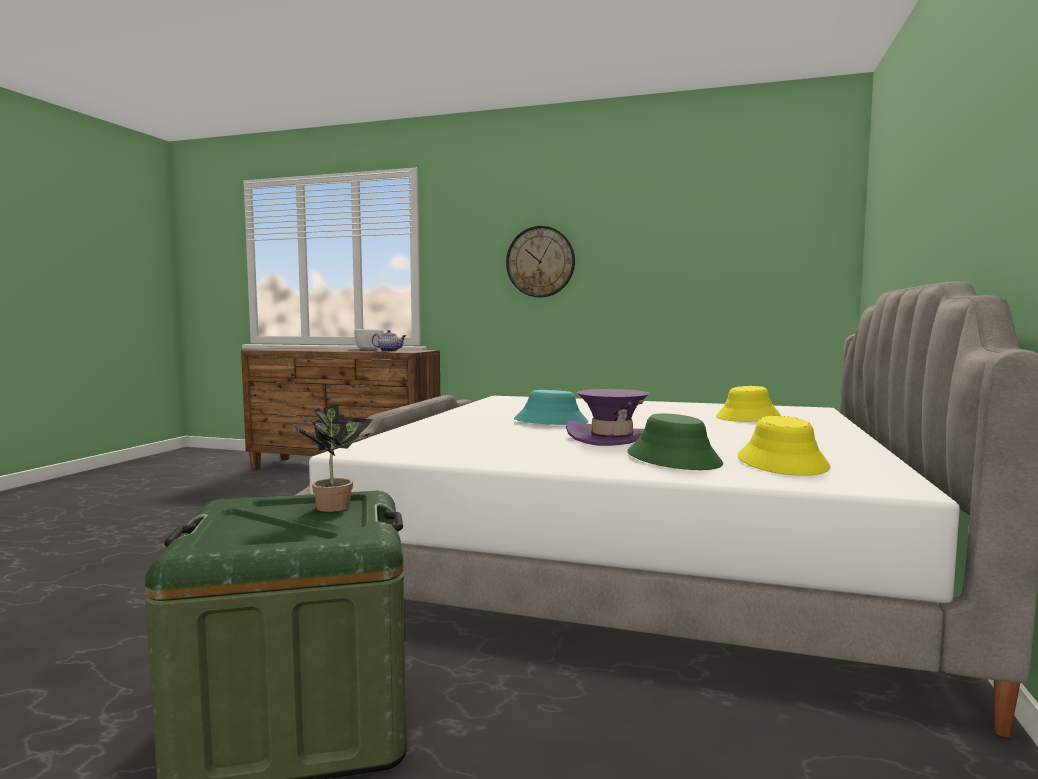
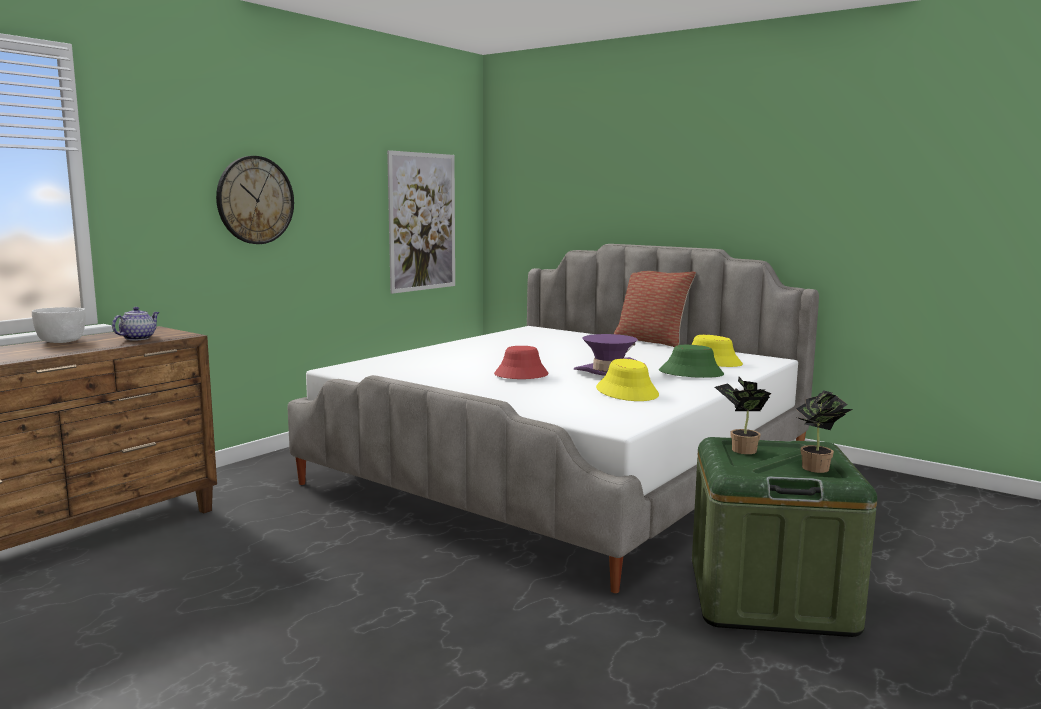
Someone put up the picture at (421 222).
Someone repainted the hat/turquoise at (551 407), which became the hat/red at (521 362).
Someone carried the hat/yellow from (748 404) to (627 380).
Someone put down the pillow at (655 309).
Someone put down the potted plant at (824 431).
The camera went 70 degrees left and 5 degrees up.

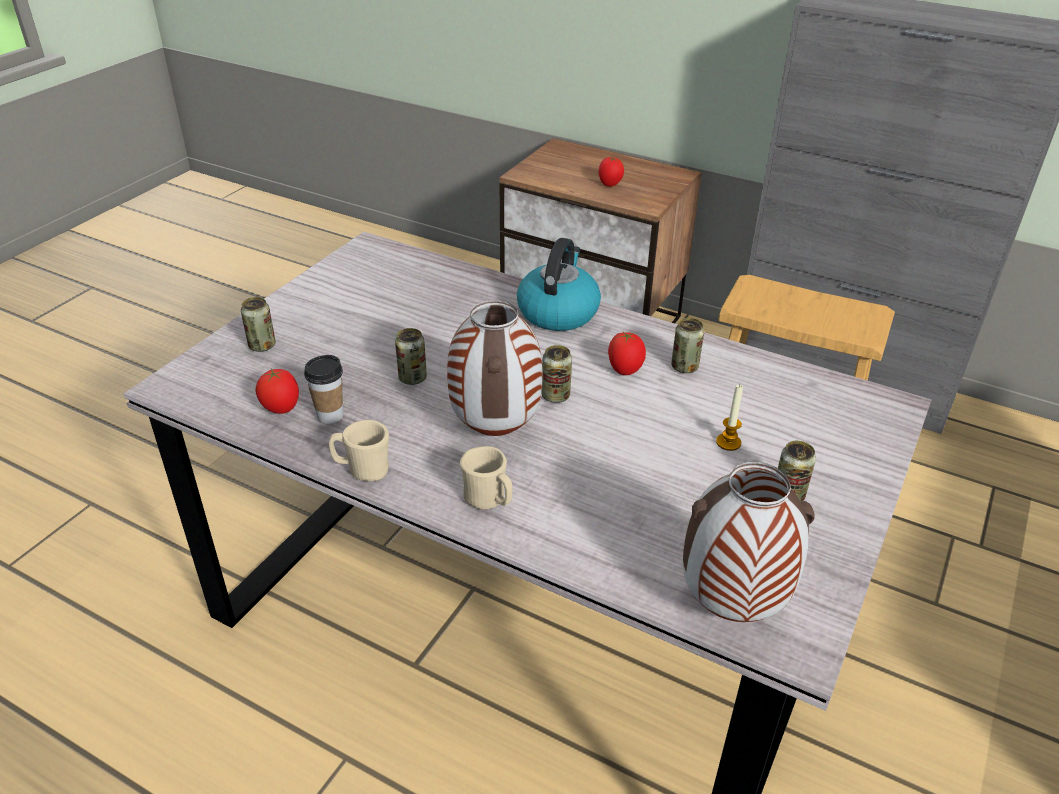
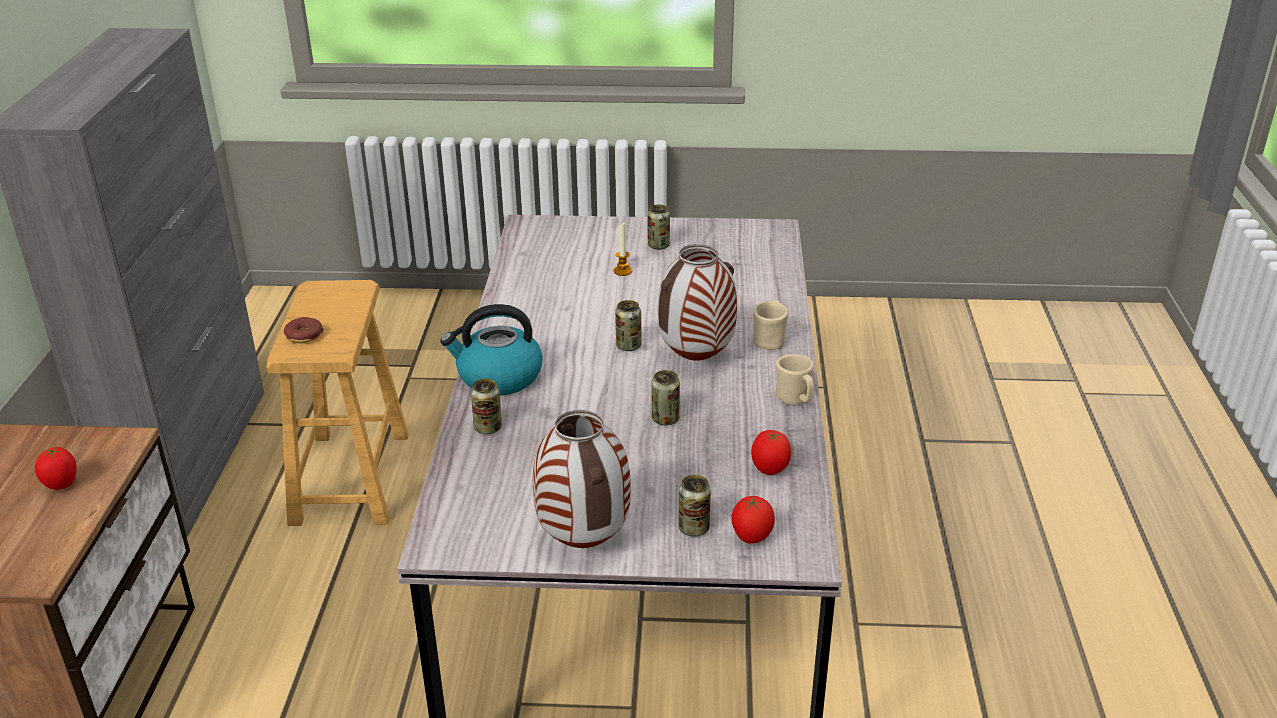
Someone put down the donut at (303 330).
Someone carried the can from (687 345) to (486 406).
Someone carried the vase from (749 542) to (582 479).
Someone carried the tomato from (627 353) to (753 520).
Someone took away the cup at (323 389).
The camera went 115 degrees left and 5 degrees down.

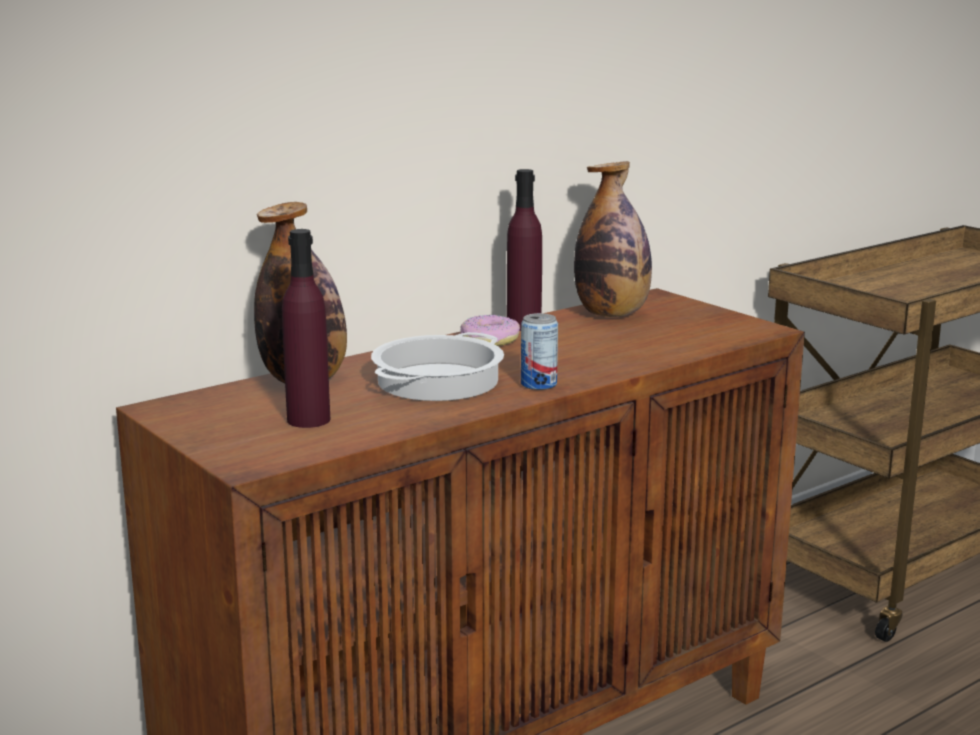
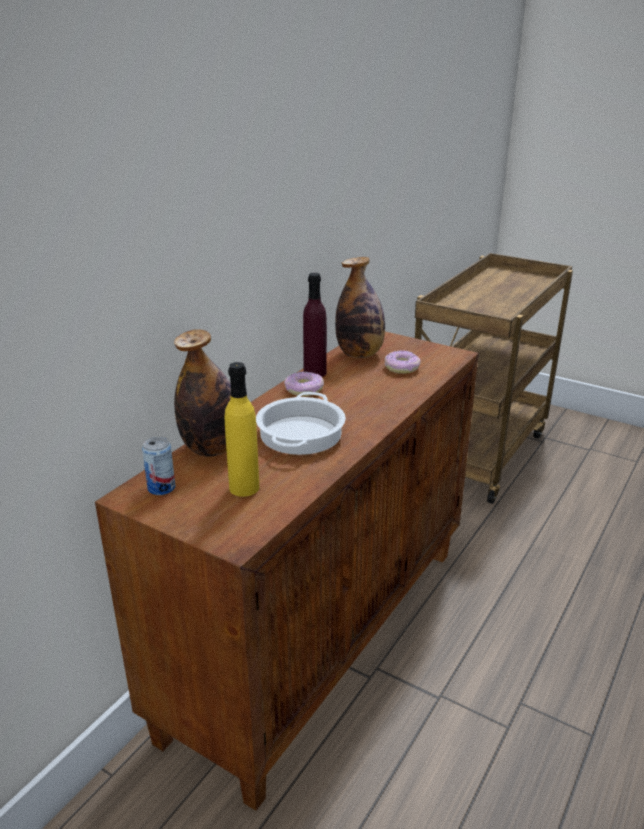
Someone carried the can from (539 351) to (158 466).
Someone repainted the bottle/purple at (306 328), which became the bottle/yellow at (241 429).
Someone put down the donut at (402 362).
The camera went 20 degrees left and 10 degrees up.

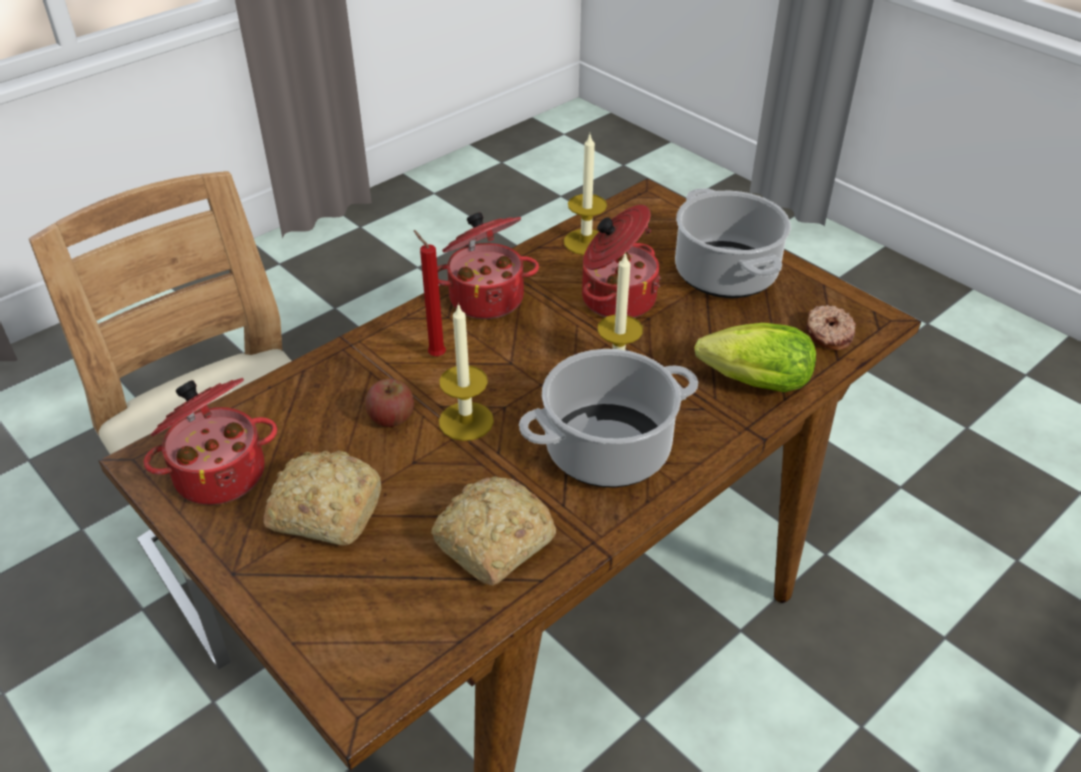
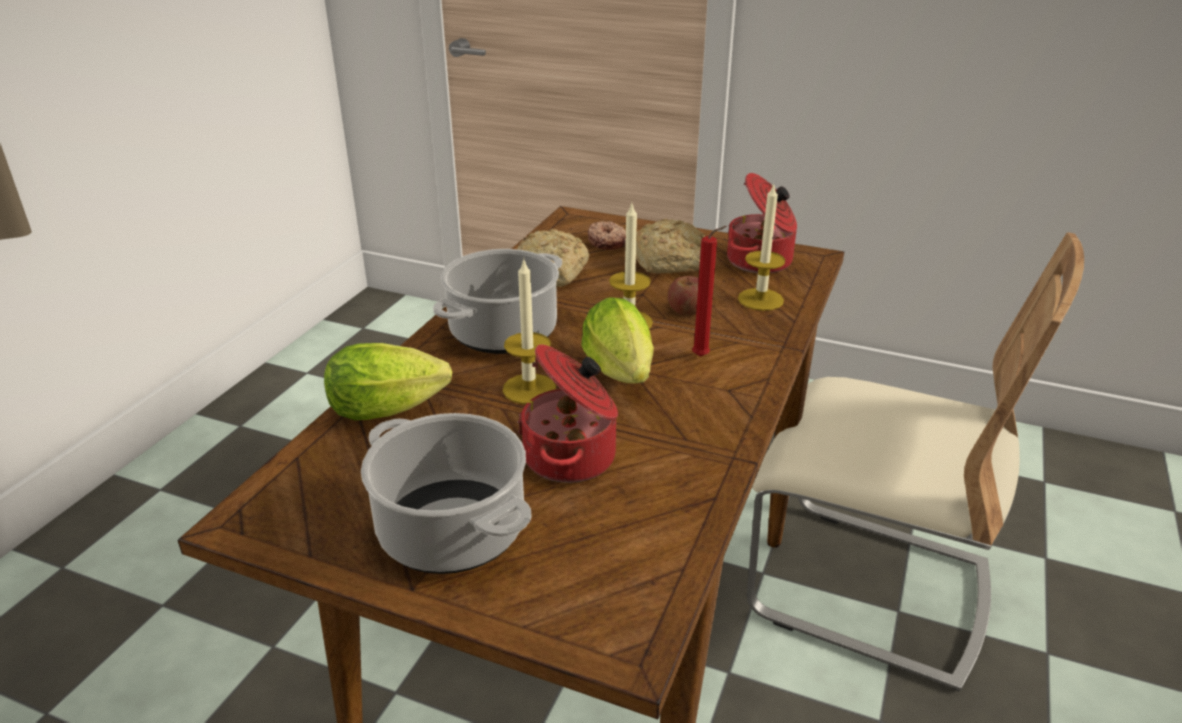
Someone put down the lettuce at (617 340).
Someone carried the donut from (831 327) to (607 235).
Someone carried the candle from (585 194) to (761 247).
Someone took away the cooking pot at (488 265).
The camera went 155 degrees right and 10 degrees down.

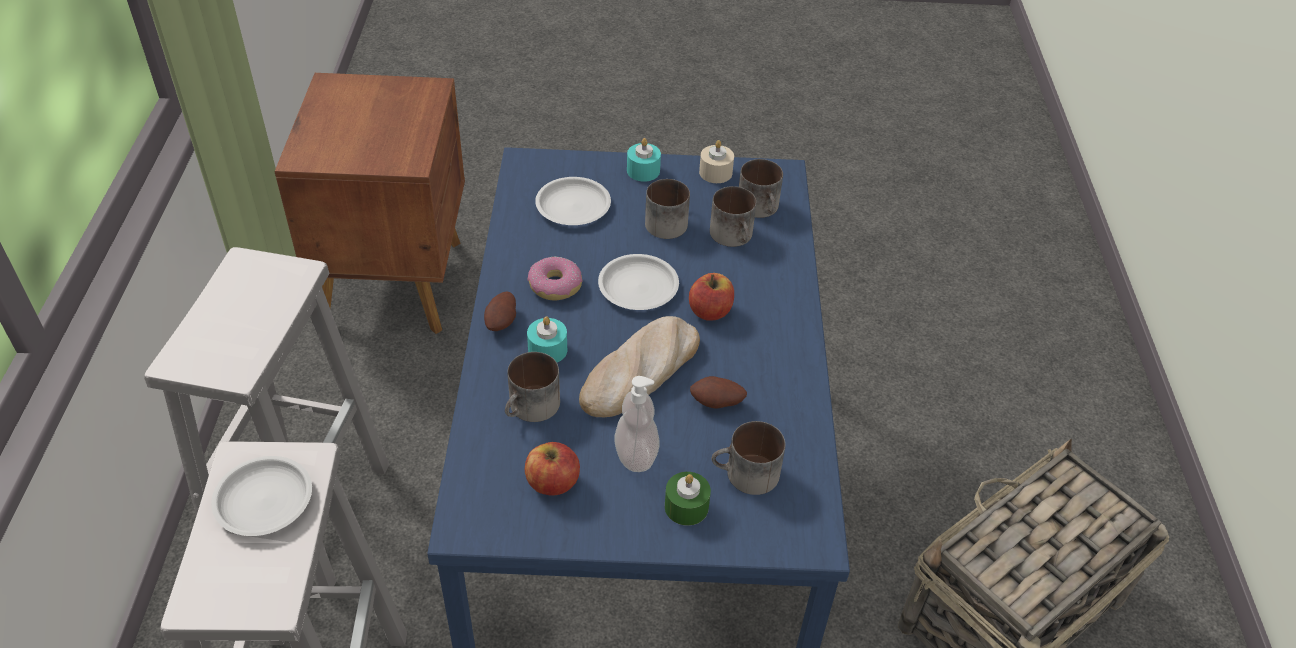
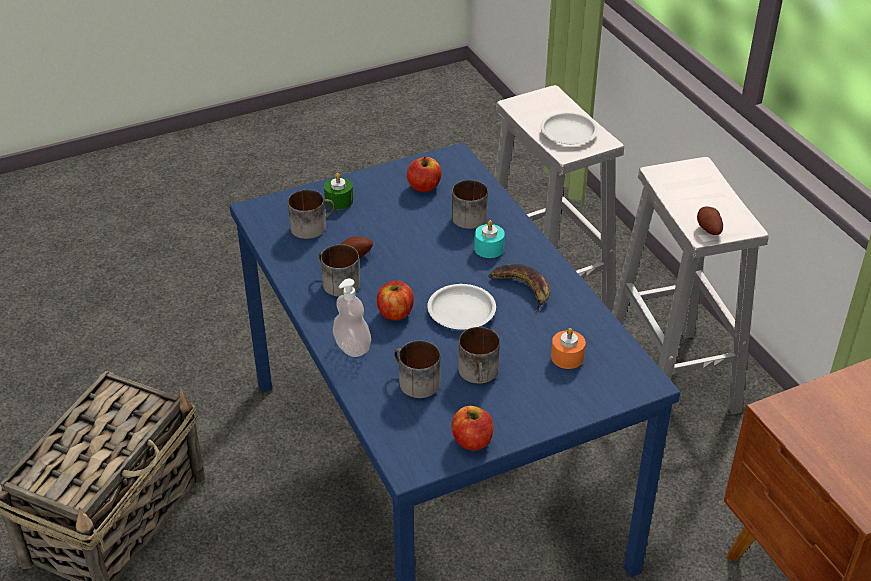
Someone carried the mug from (761 188) to (339 270).
Someone carried the soap dispenser from (636 424) to (352 318).
Someone swapped the candle/beige at (716 161) for the apple at (472 428).
Someone swapped the donut at (555 278) for the banana at (519 289).
Someone swapped the plate/white at (573 201) for the candle/orange at (568 348).
Someone carried the potato from (500 311) to (710 220).
Someone took away the bread at (639 366).
Someone took away the candle/turquoise at (644 160).
The camera went 155 degrees right and 5 degrees down.

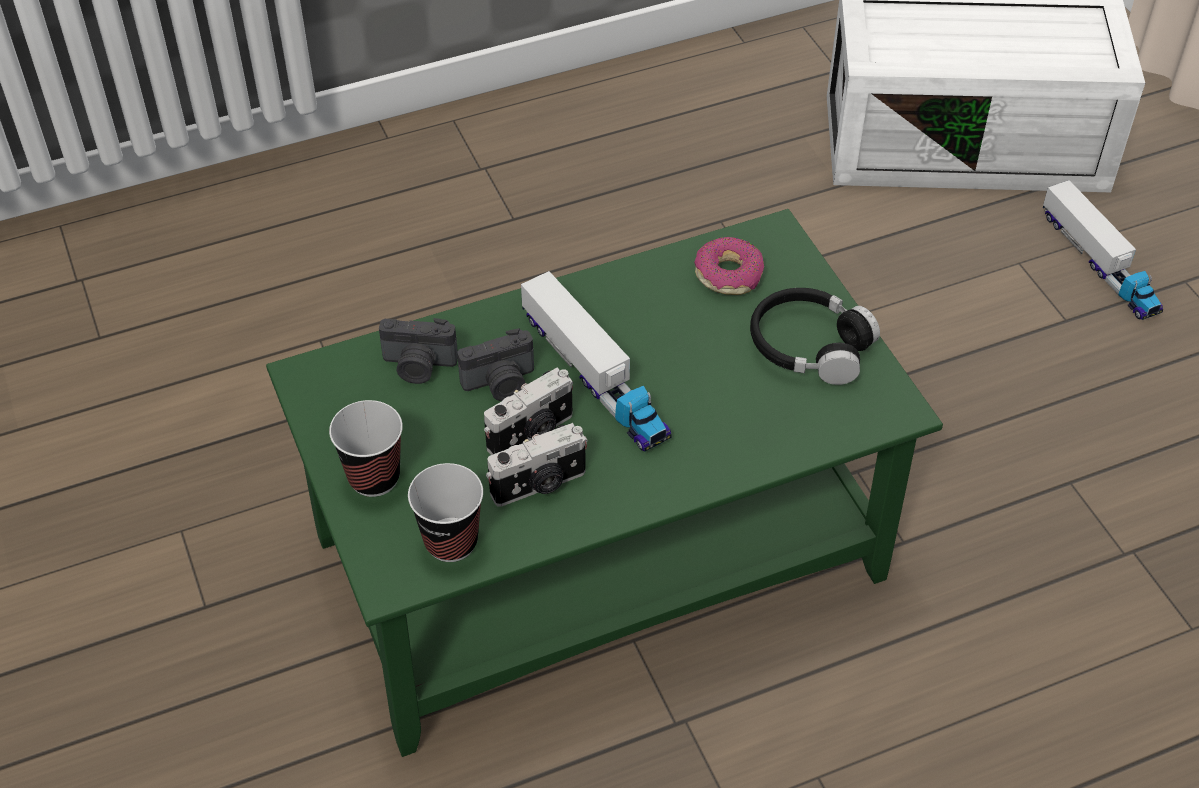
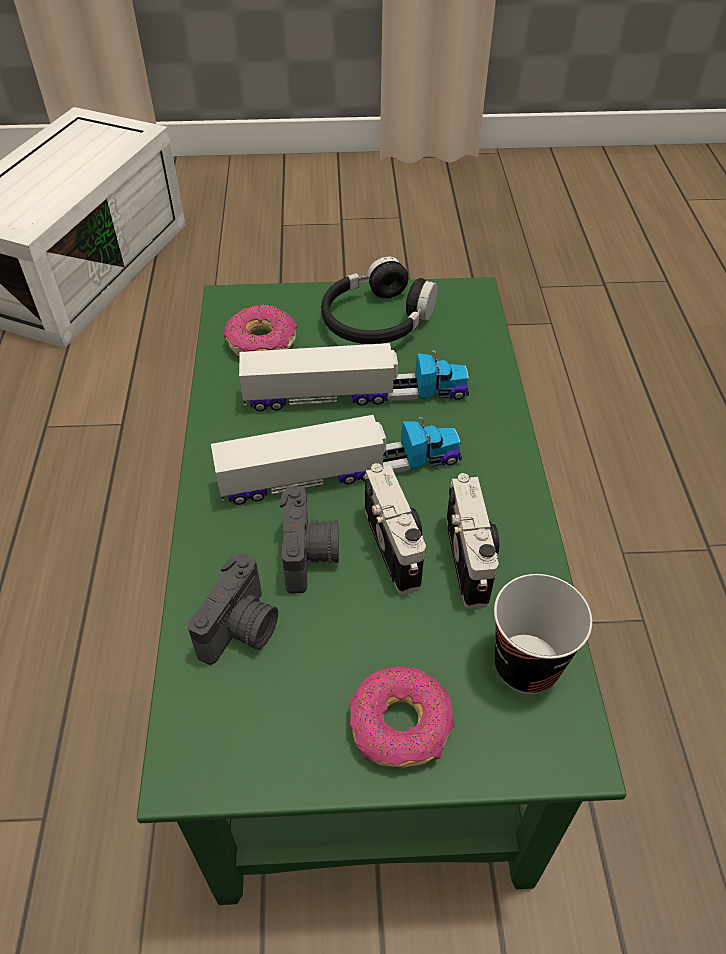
Someone carried the toy truck from (1103 250) to (354 377).
Someone swapped the cup at (366 448) for the donut at (402 717).
The camera went 70 degrees left and 0 degrees up.

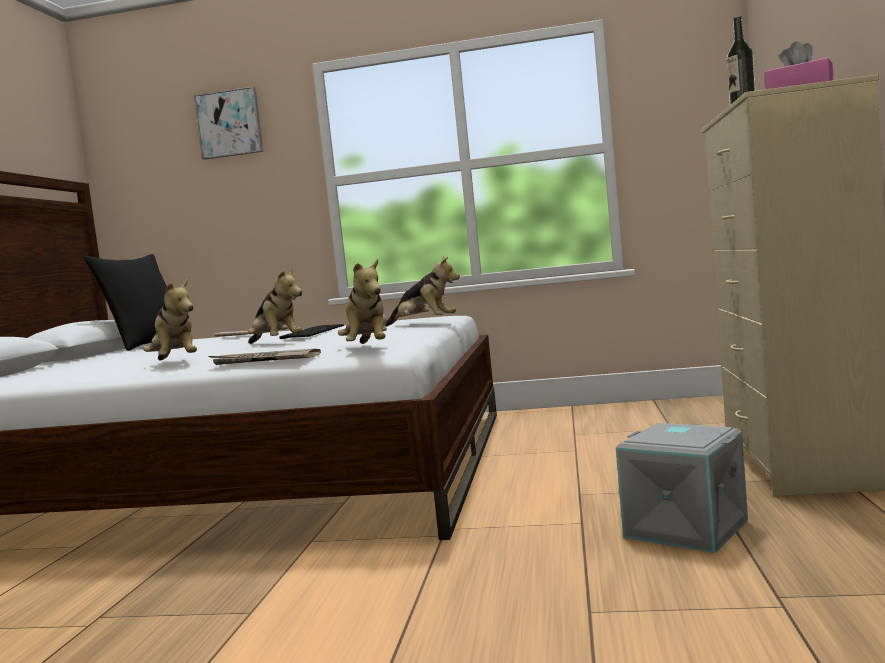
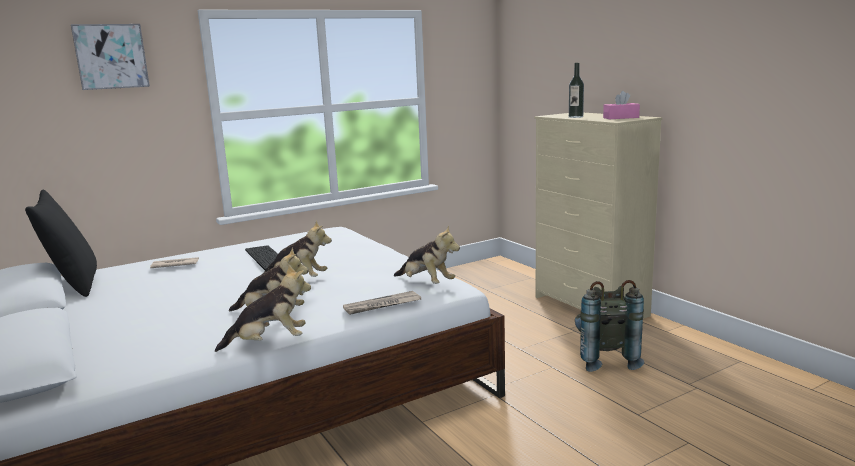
Someone carried the plush toy from (423 291) to (263 308).
Someone swapped the storage box/grey at (682 488) for the backpack/grey at (609 326).
The camera went 40 degrees left and 10 degrees up.

